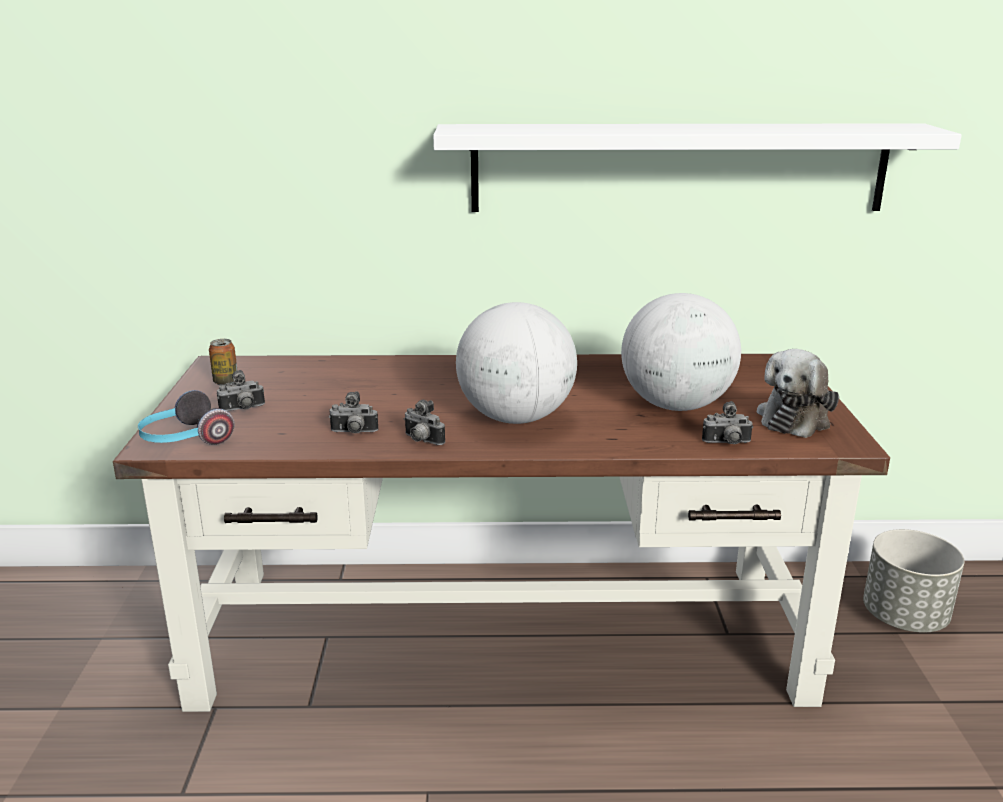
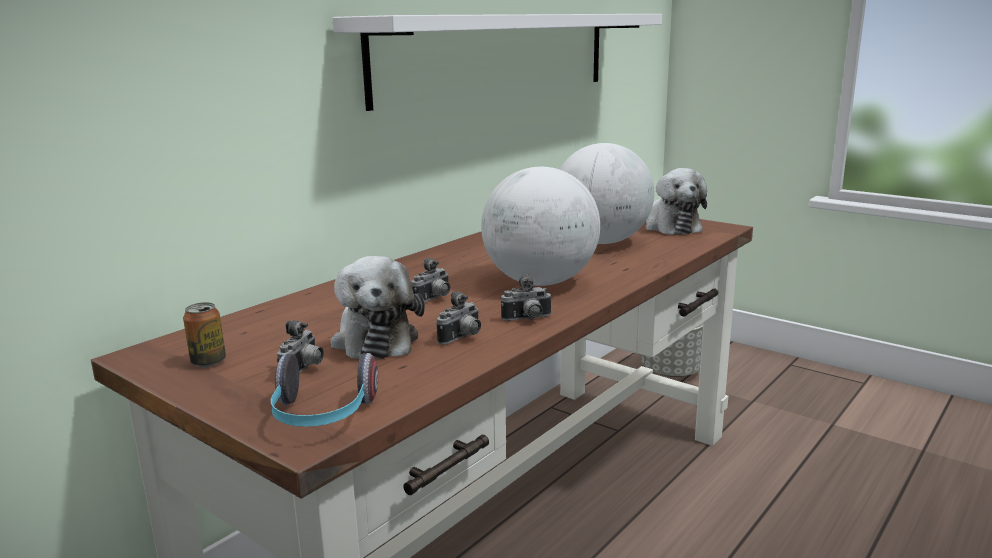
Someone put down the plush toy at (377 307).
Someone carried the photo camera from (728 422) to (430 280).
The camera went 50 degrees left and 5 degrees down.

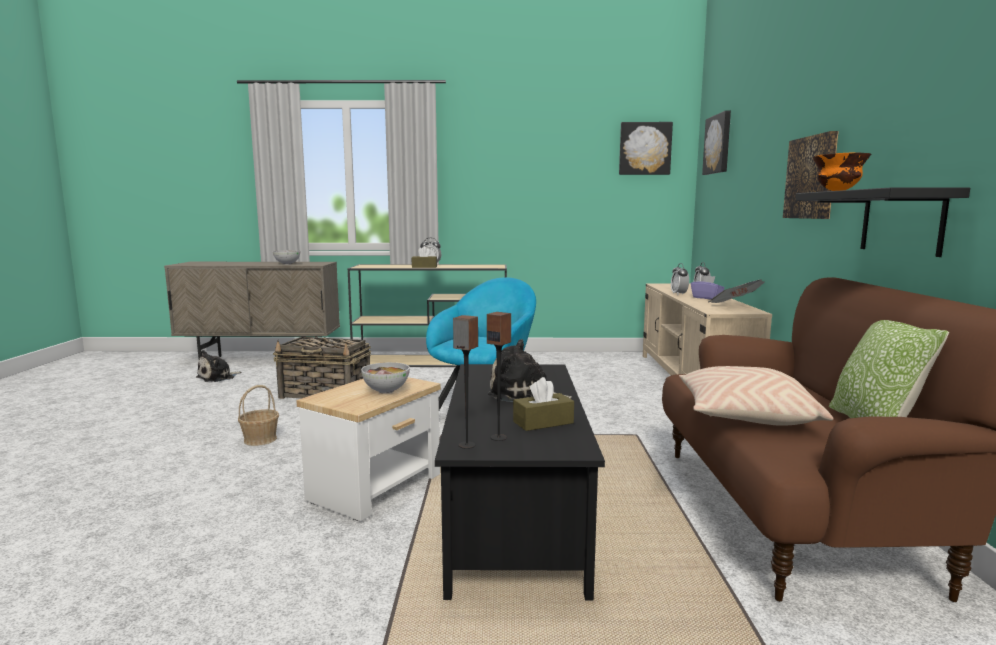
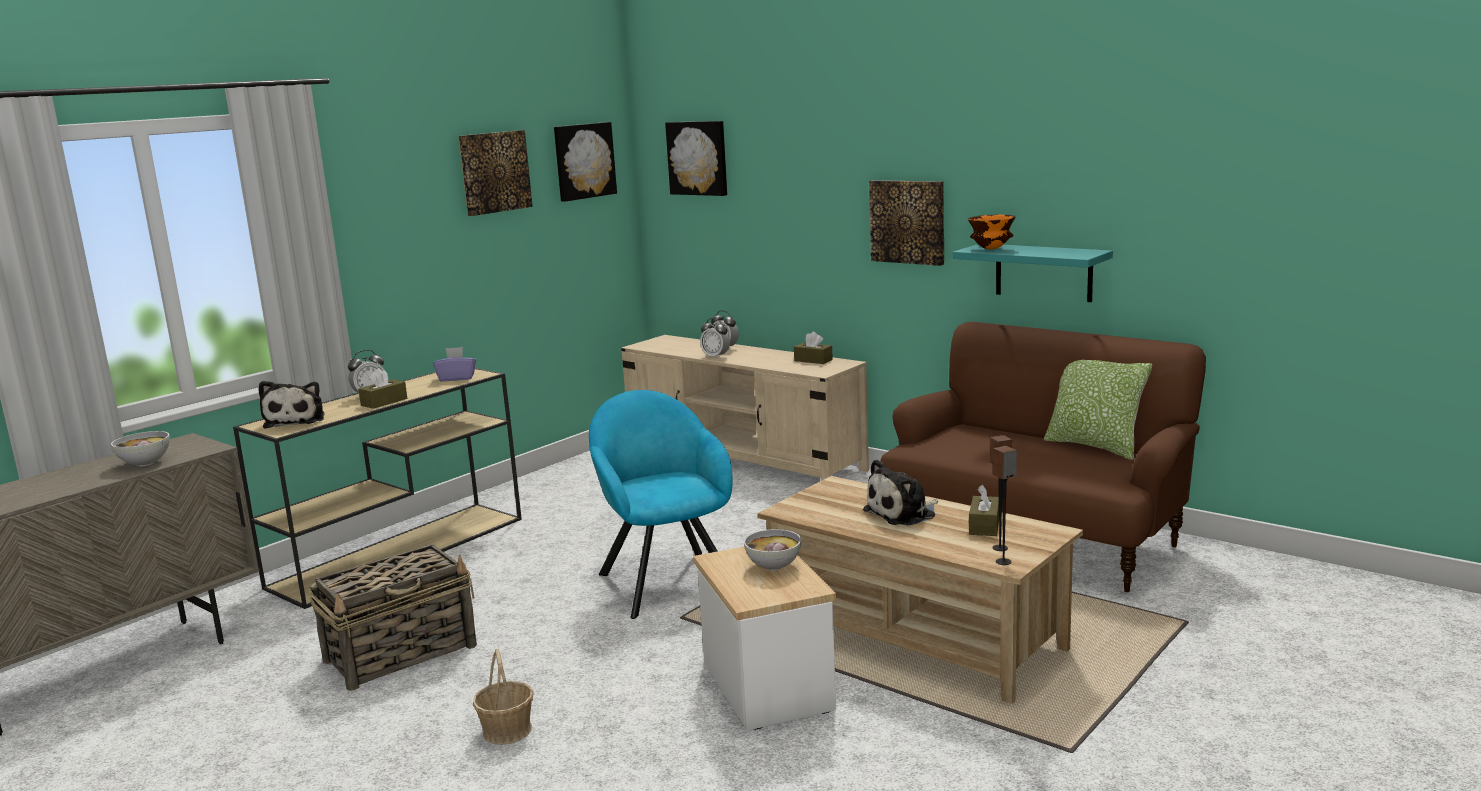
Someone carried the plush toy from (218 366) to (291 405).
Someone carried the tissue box/purple from (708 287) to (454 364).
Someone put up the picture at (495 173).
Someone repainted the coffee table/black at (520 482), which became the coffee table/beige at (920 590).
Someone swapped the newspaper at (736 291) for the tissue box/brown at (813 348).
Someone repainted the shelf/black at (882 222), which became the shelf/turquoise at (1033 273).
Someone took away the pillow/beige at (756 396).
The camera went 50 degrees left and 5 degrees up.

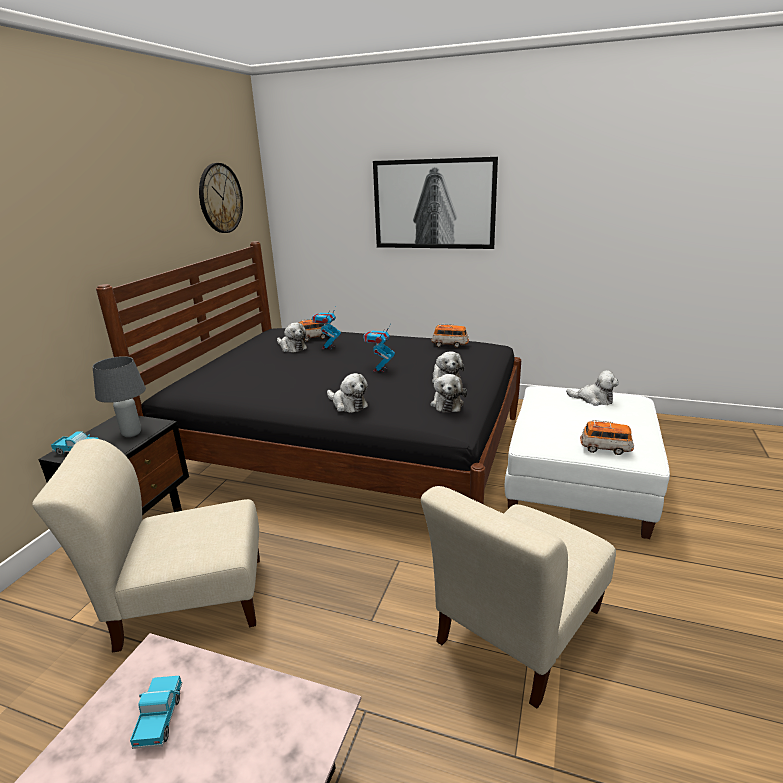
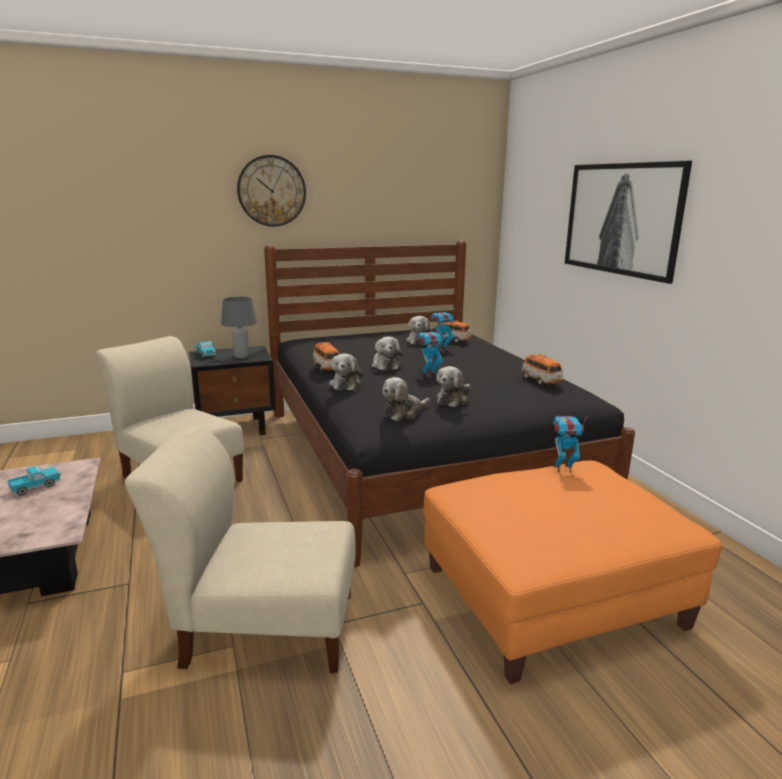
Someone carried the wall clock from (221 198) to (271 191).
Someone carried the toy car from (607 437) to (326 357).
Someone carried the plush toy from (592 388) to (387 353).
Someone repainted the ottoman/white at (587 462), which became the ottoman/orange at (572 572).
Someone put down the toy robot at (569 444).
The camera went 50 degrees right and 5 degrees down.

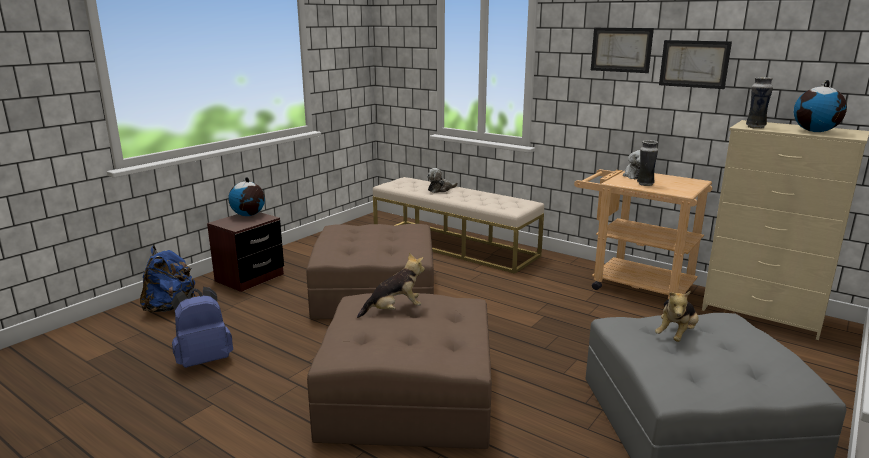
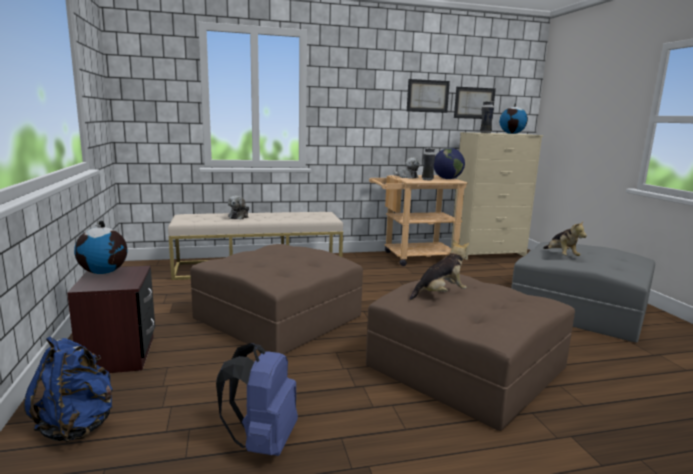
Someone rotated the plush toy at (391 285) by 45 degrees clockwise.
Someone put down the globe at (449 163).
Someone carried the picture from (622 50) to (475 103).
The camera went 50 degrees left and 5 degrees down.

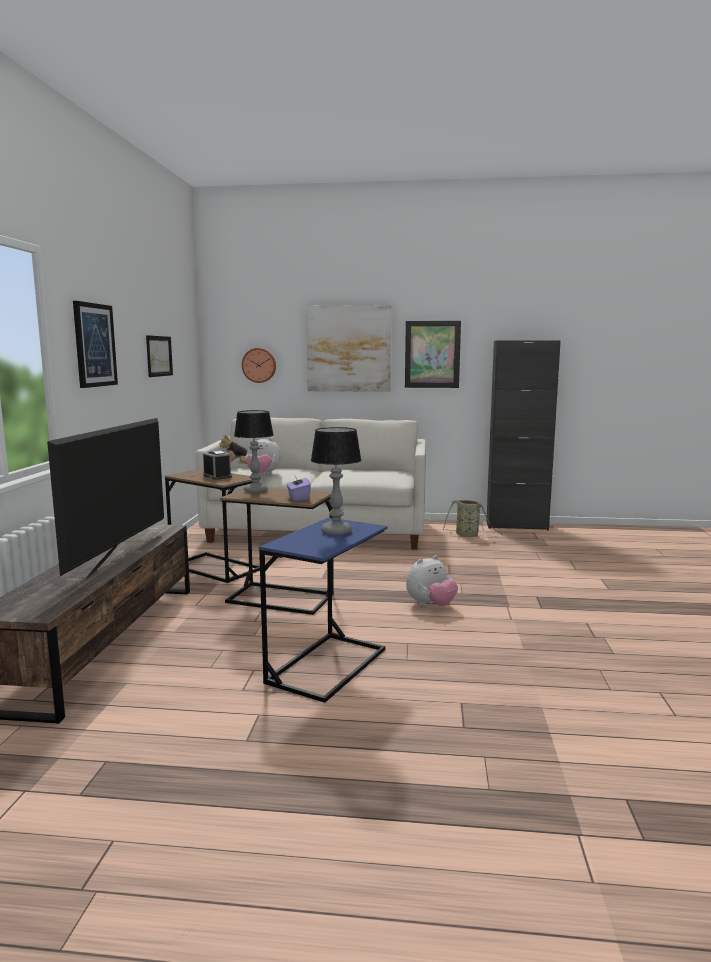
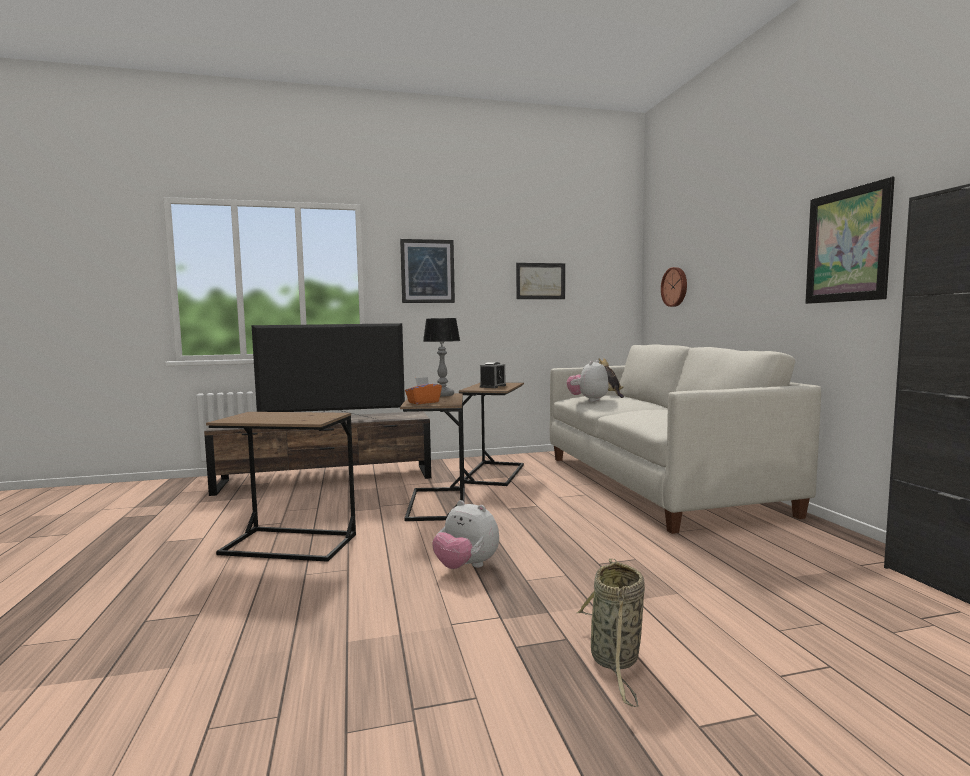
Someone repainted the side table/blue at (323 610), which became the side table/brown at (281 487).
Someone repainted the tissue box/purple at (298 488), which became the tissue box/orange at (423 390).
Someone rotated the plush toy at (263 456) by 45 degrees clockwise.
Someone carried the basket from (472 518) to (611 633).
Someone took away the picture at (348 348).
Someone took away the table lamp at (336 481).
The camera went 70 degrees right and 5 degrees down.

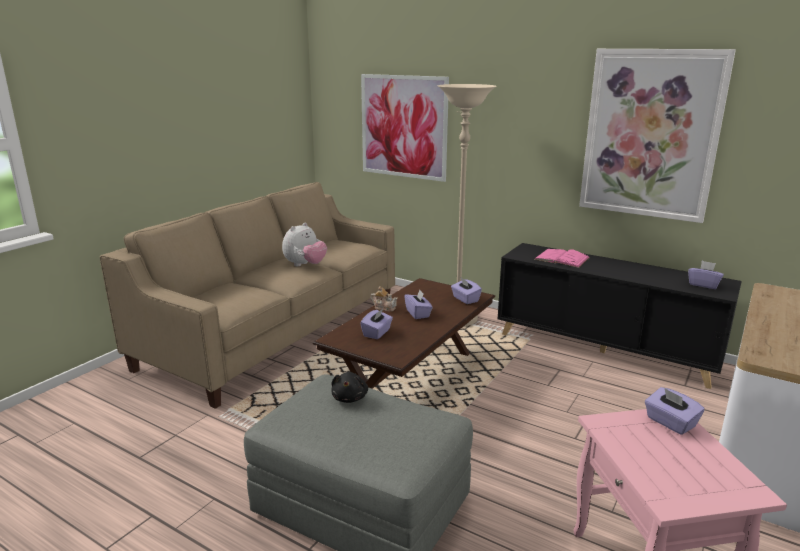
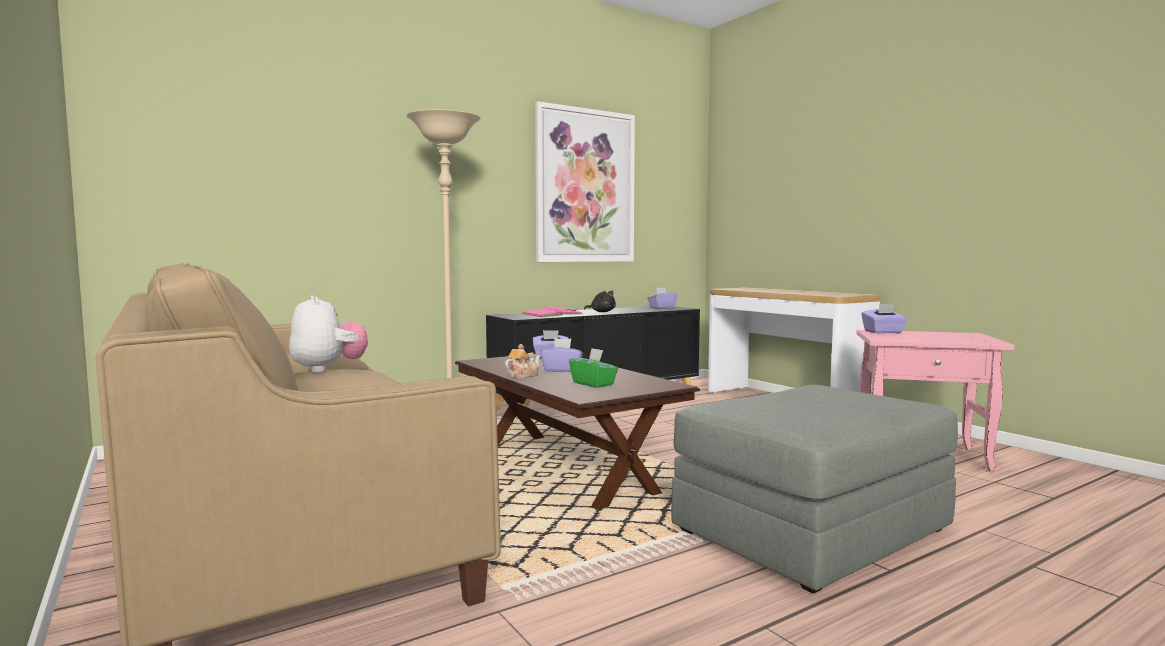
Someone repainted the tissue box/purple at (376 323), which became the tissue box/green at (593 368).
Someone carried the plush toy/black from (349 387) to (600 301).
Someone took away the picture at (405 128).
The camera went 65 degrees left and 15 degrees down.

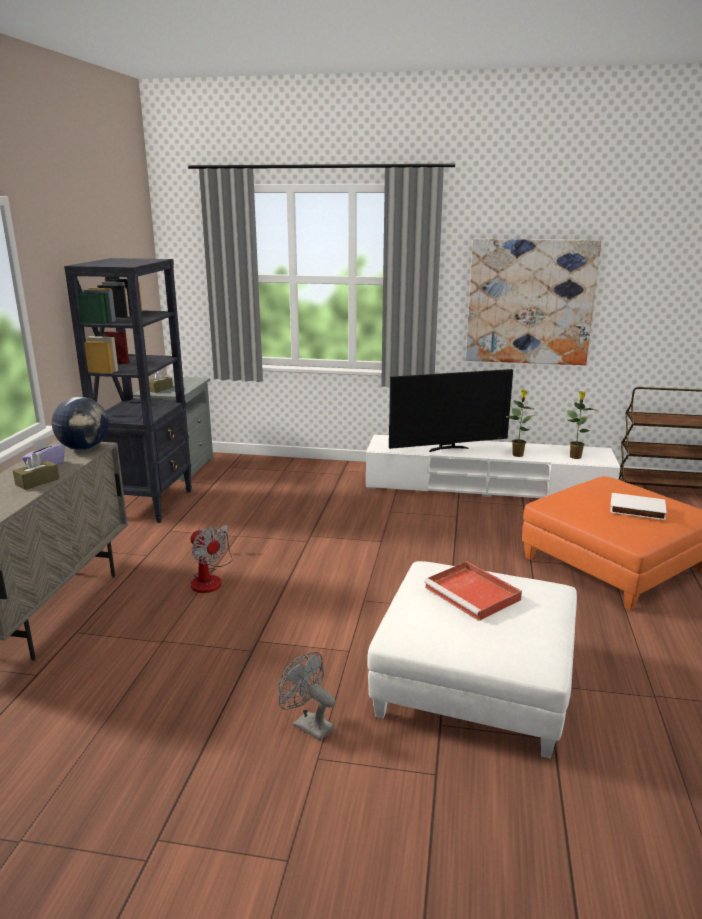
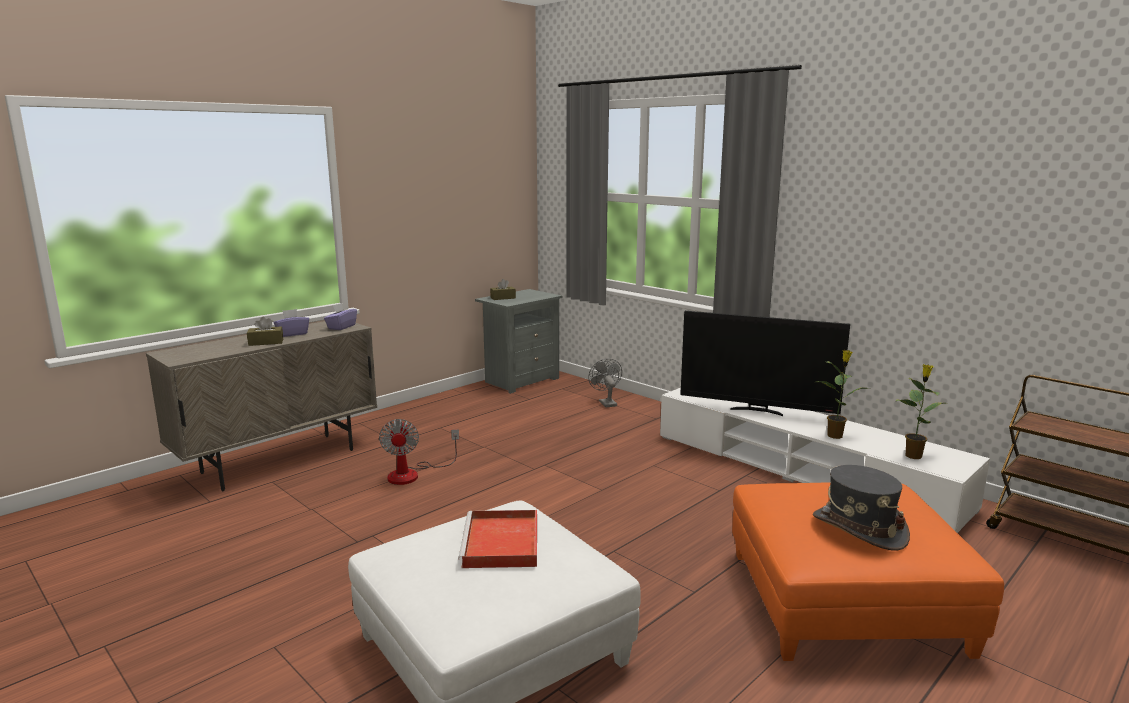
Someone swapped the globe at (80 423) for the tissue box/purple at (340 316).
Someone carried the fan/grey from (306 696) to (605 383).
Someone swapped the book/white at (638 506) for the hat/grey at (861 508).
Someone took away the bookcase/black at (128 390).
Someone took away the picture at (533 302).
The camera went 35 degrees right and 5 degrees down.

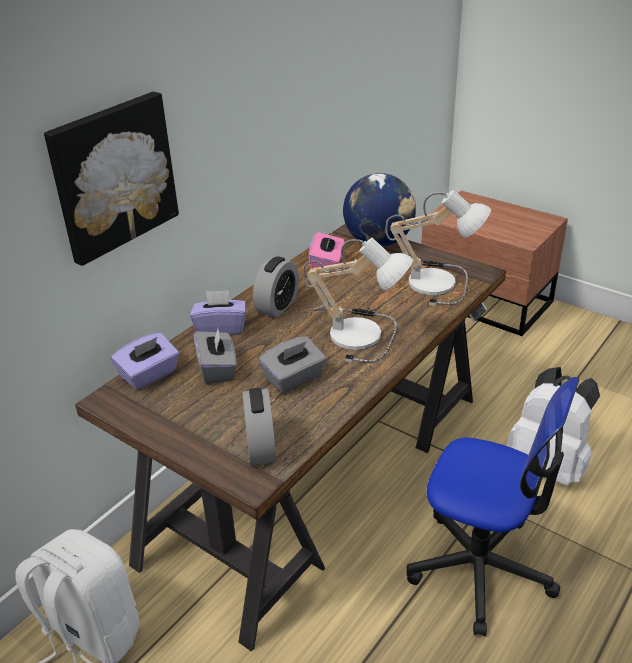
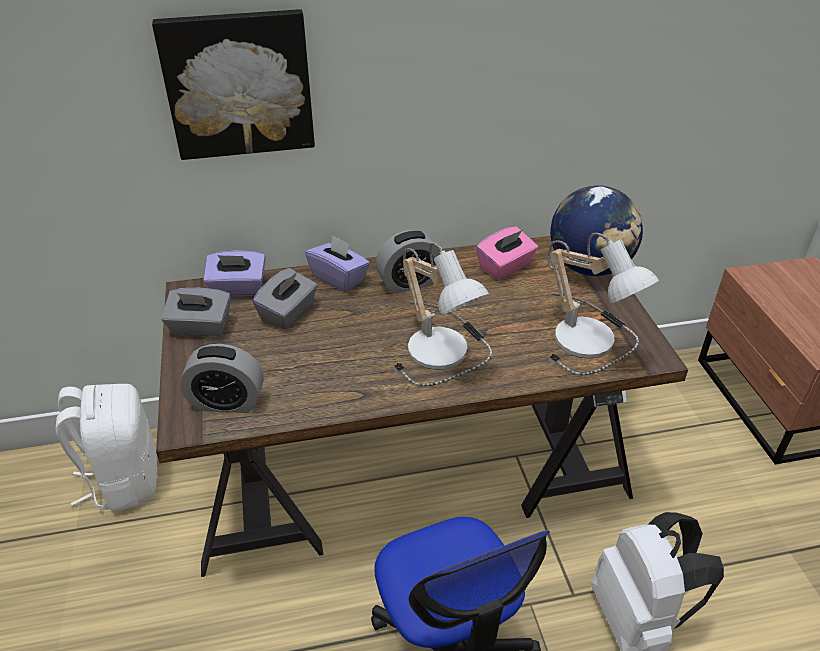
Someone carried the tissue box/grey from (292 364) to (196 312).
Someone rotated the alarm clock at (259 426) by 60 degrees clockwise.
The camera went 40 degrees right and 5 degrees up.

